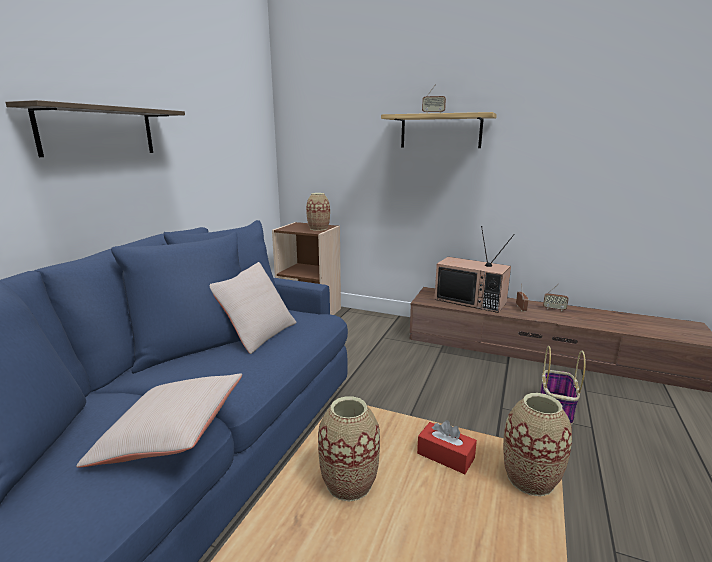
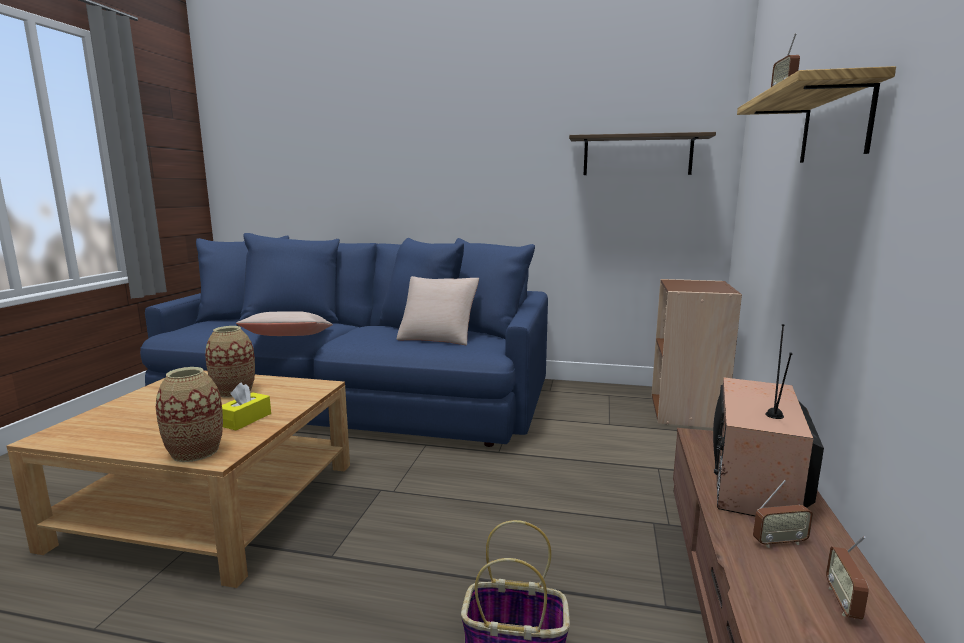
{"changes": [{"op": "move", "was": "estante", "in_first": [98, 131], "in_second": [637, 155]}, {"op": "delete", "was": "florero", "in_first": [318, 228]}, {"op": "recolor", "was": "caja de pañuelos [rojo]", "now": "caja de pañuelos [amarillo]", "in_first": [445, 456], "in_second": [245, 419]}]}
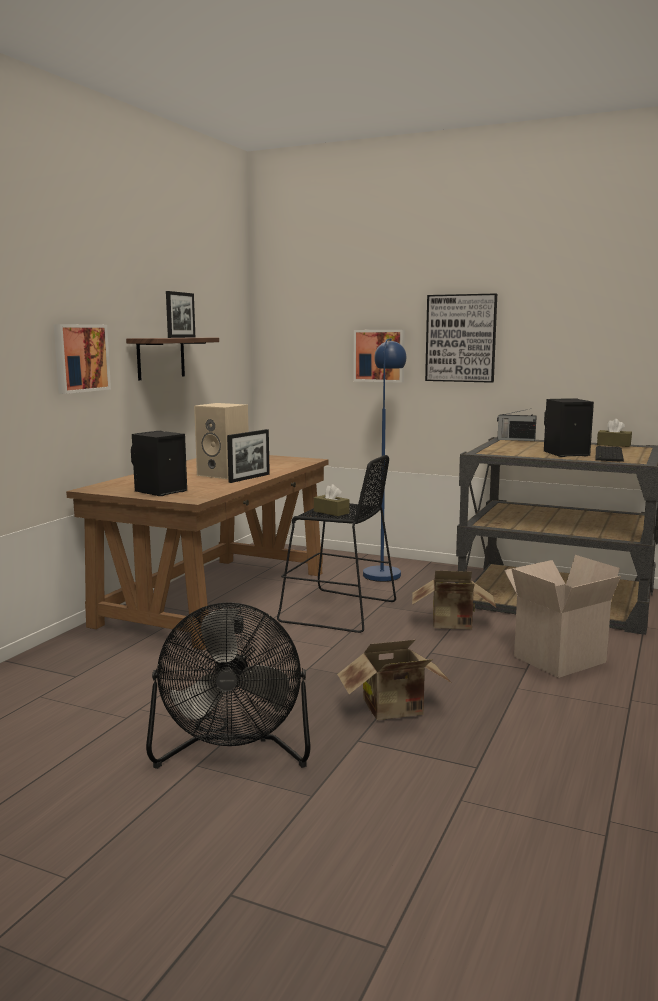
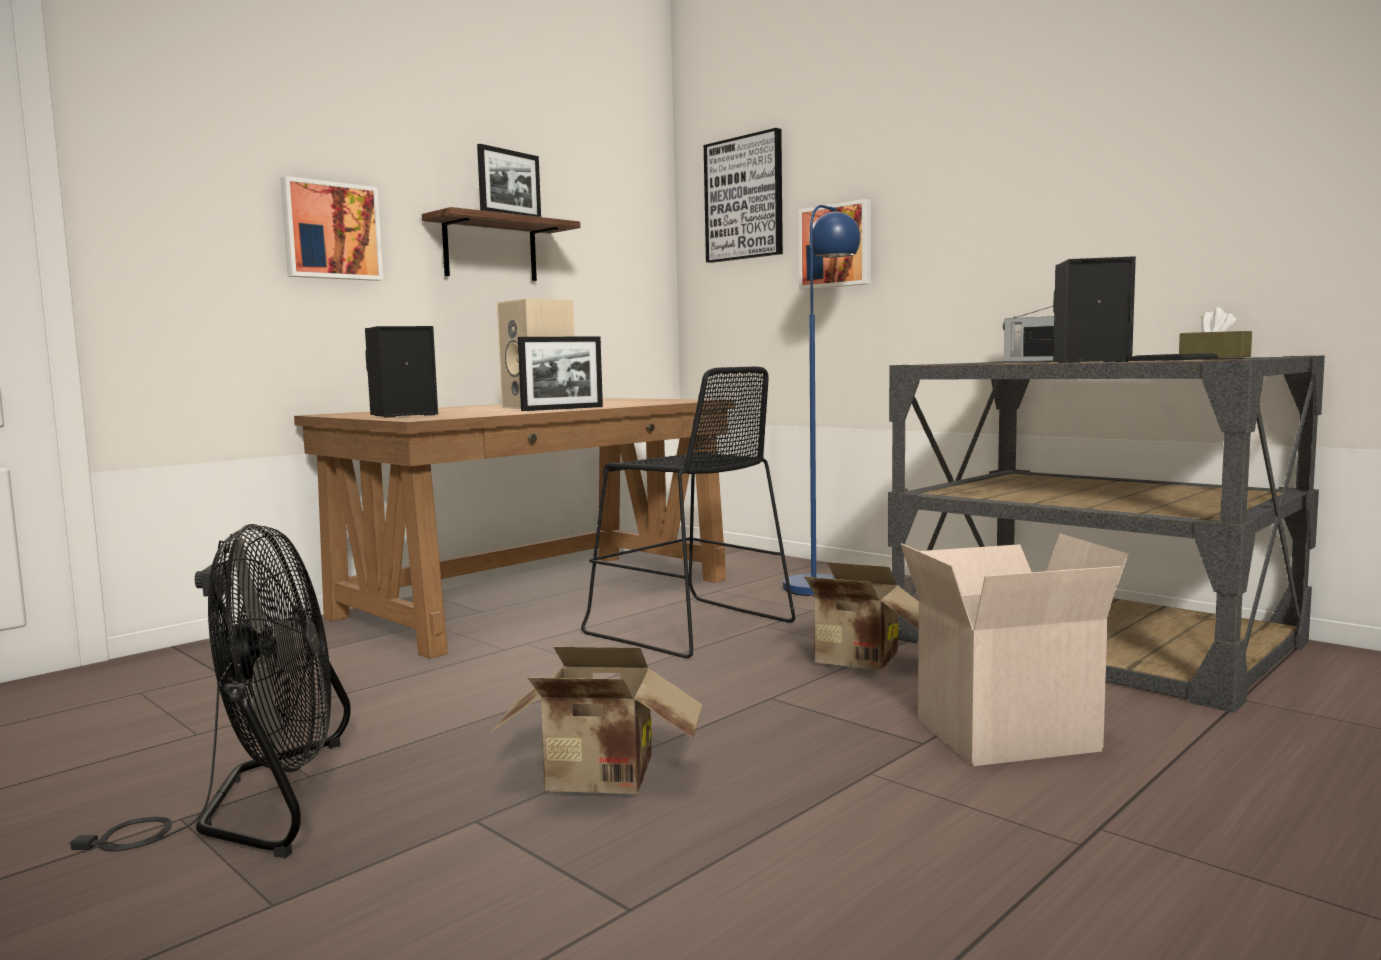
{"changes": [{"op": "rotate", "was": "ventilador [negro]", "in_first": [228, 750], "in_second": [256, 803], "clockwise": -120}, {"op": "delete", "was": "caja de pañuelos [marrón]", "in_first": [331, 512]}, {"op": "move", "was": "cuadro", "in_first": [461, 338], "in_second": [744, 198]}]}
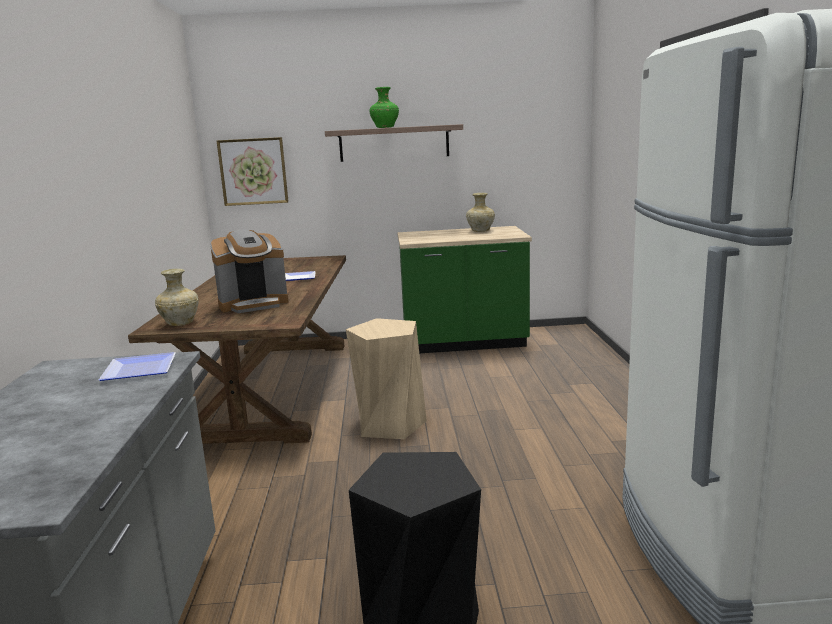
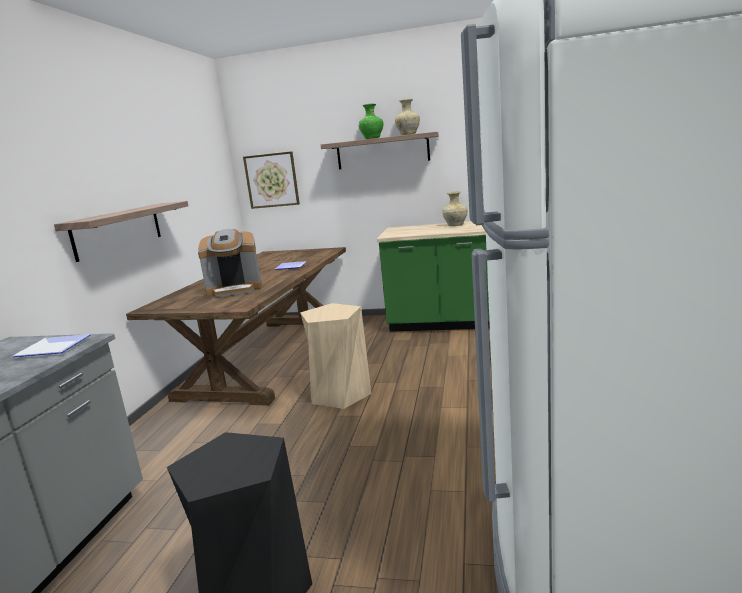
{"changes": [{"op": "move", "was": "florero [beis]", "in_first": [181, 323], "in_second": [408, 134]}, {"op": "insert", "now": "estante", "in_second": [118, 230]}]}
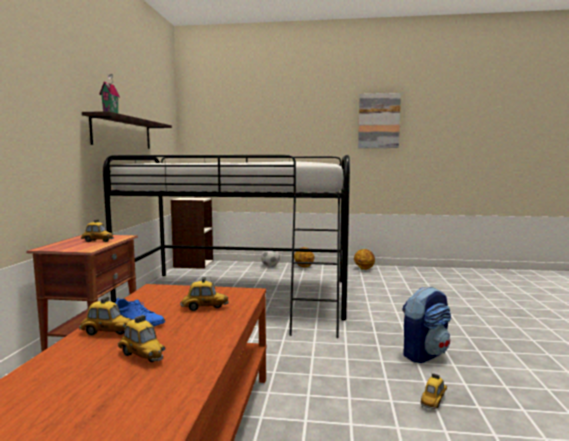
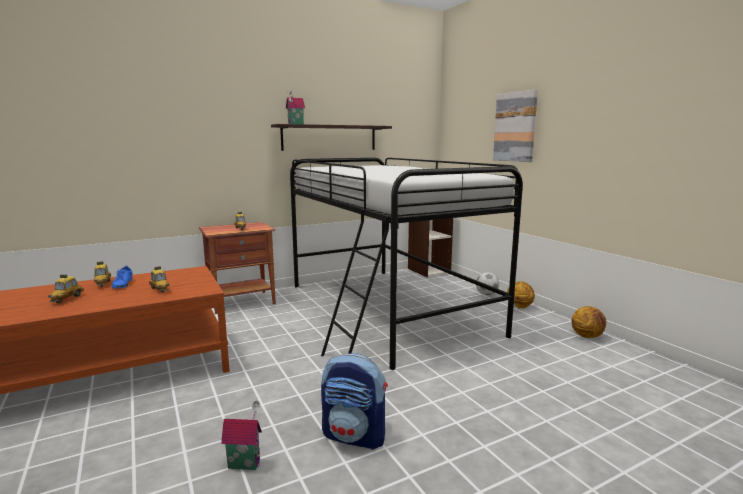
{"changes": [{"op": "move", "was": "cuadro", "in_first": [379, 121], "in_second": [515, 127]}, {"op": "replace", "was": "coche de juguete", "now": "casita", "in_first": [434, 401], "in_second": [245, 463]}]}
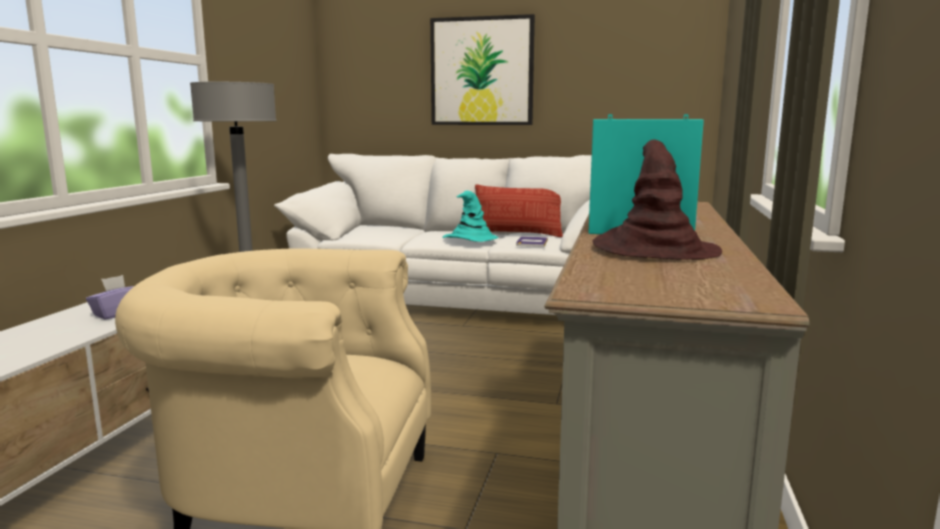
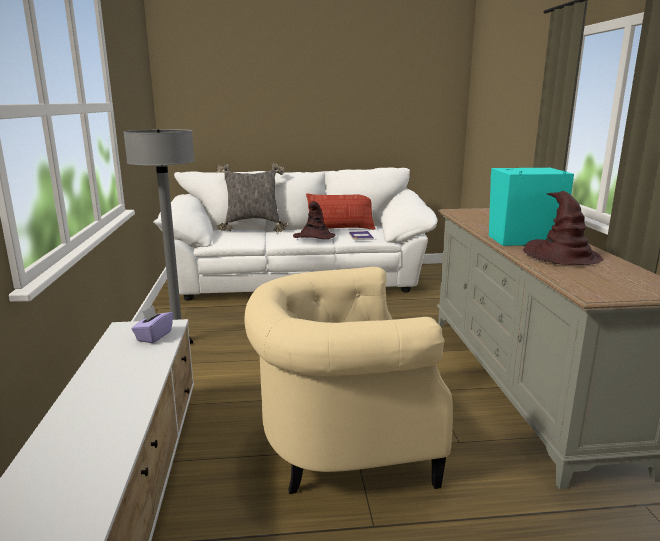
{"changes": [{"op": "delete", "was": "cuadro", "in_first": [482, 71]}, {"op": "recolor", "was": "sombrero [turquesa]", "now": "sombrero [marrón]", "in_first": [469, 239], "in_second": [314, 237]}, {"op": "insert", "now": "cojín", "in_second": [253, 230]}]}
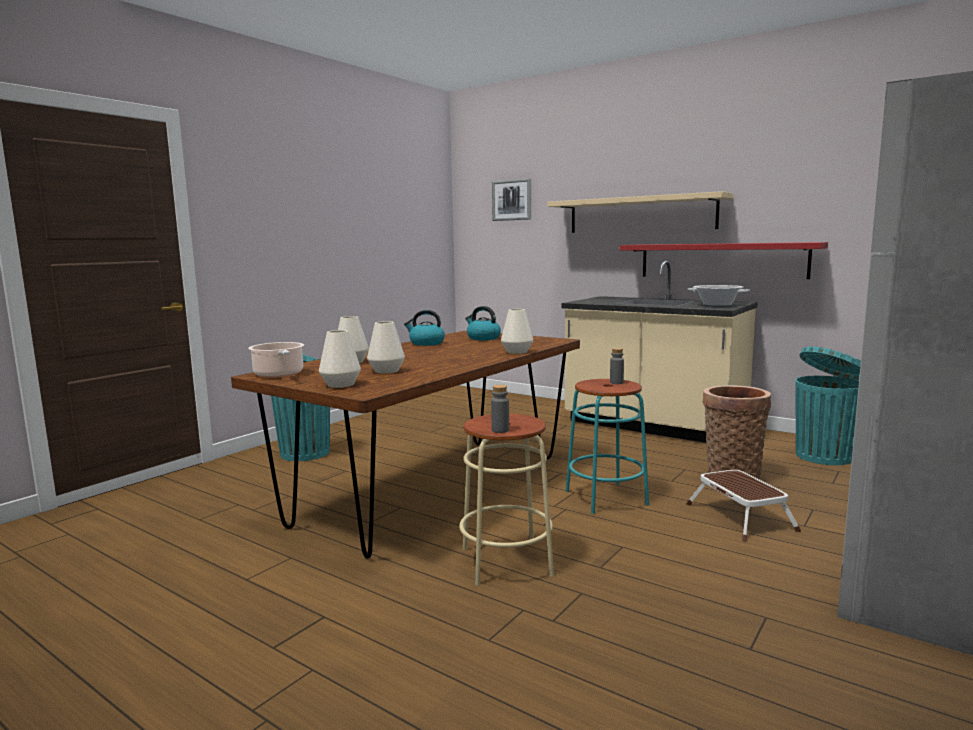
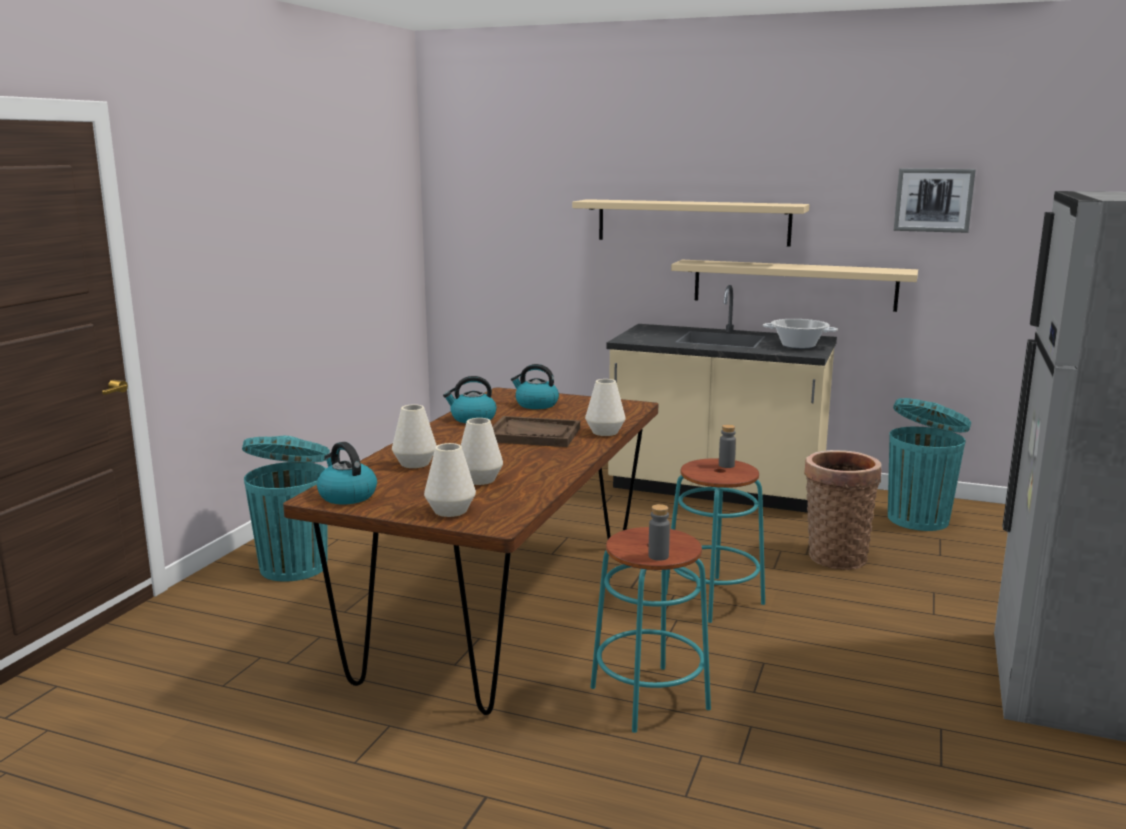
{"changes": [{"op": "replace", "was": "olla", "now": "hervidor", "in_first": [279, 375], "in_second": [346, 496]}, {"op": "recolor", "was": "taburete [beis]", "now": "taburete [turquesa]", "in_first": [506, 561], "in_second": [649, 698]}, {"op": "move", "was": "cuadro", "in_first": [512, 200], "in_second": [933, 200]}, {"op": "recolor", "was": "estante [rojo]", "now": "estante [beis]", "in_first": [721, 260], "in_second": [793, 285]}, {"op": "delete", "was": "escalera de tijera [marrón]", "in_first": [740, 517]}, {"op": "insert", "now": "bandeja [marrón]", "in_second": [534, 434]}]}
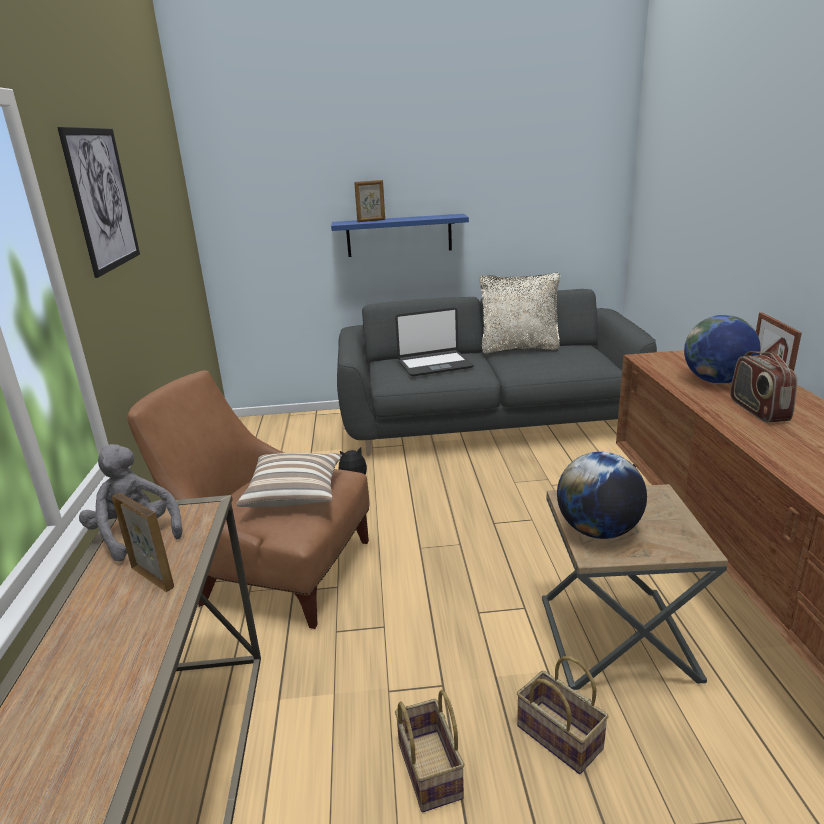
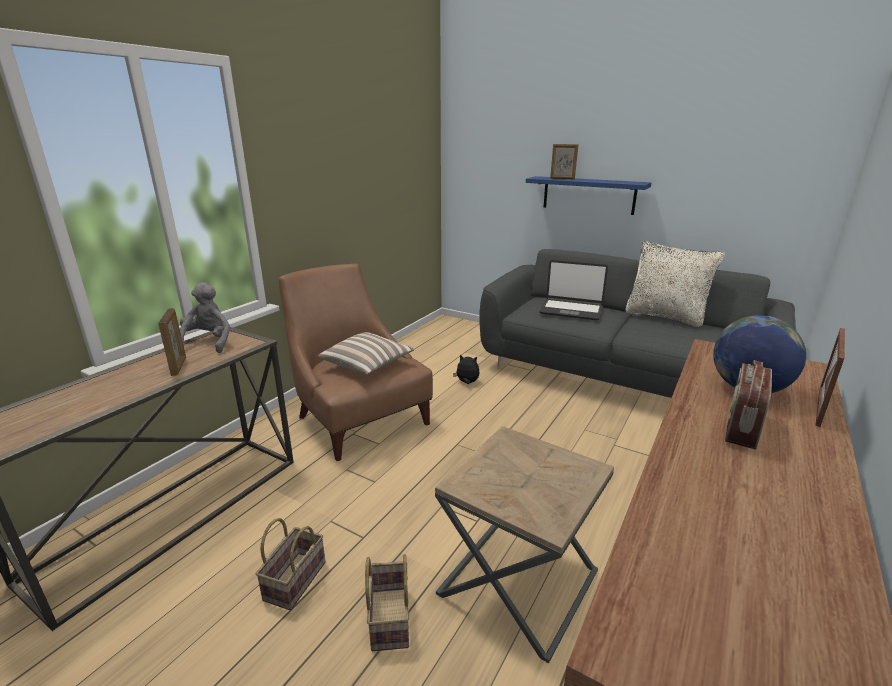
{"changes": [{"op": "delete", "was": "cuadro", "in_first": [102, 199]}, {"op": "delete", "was": "globo terráqueo", "in_first": [598, 531]}]}
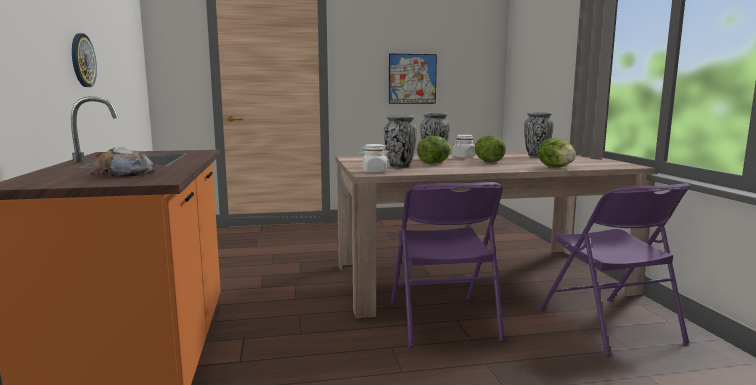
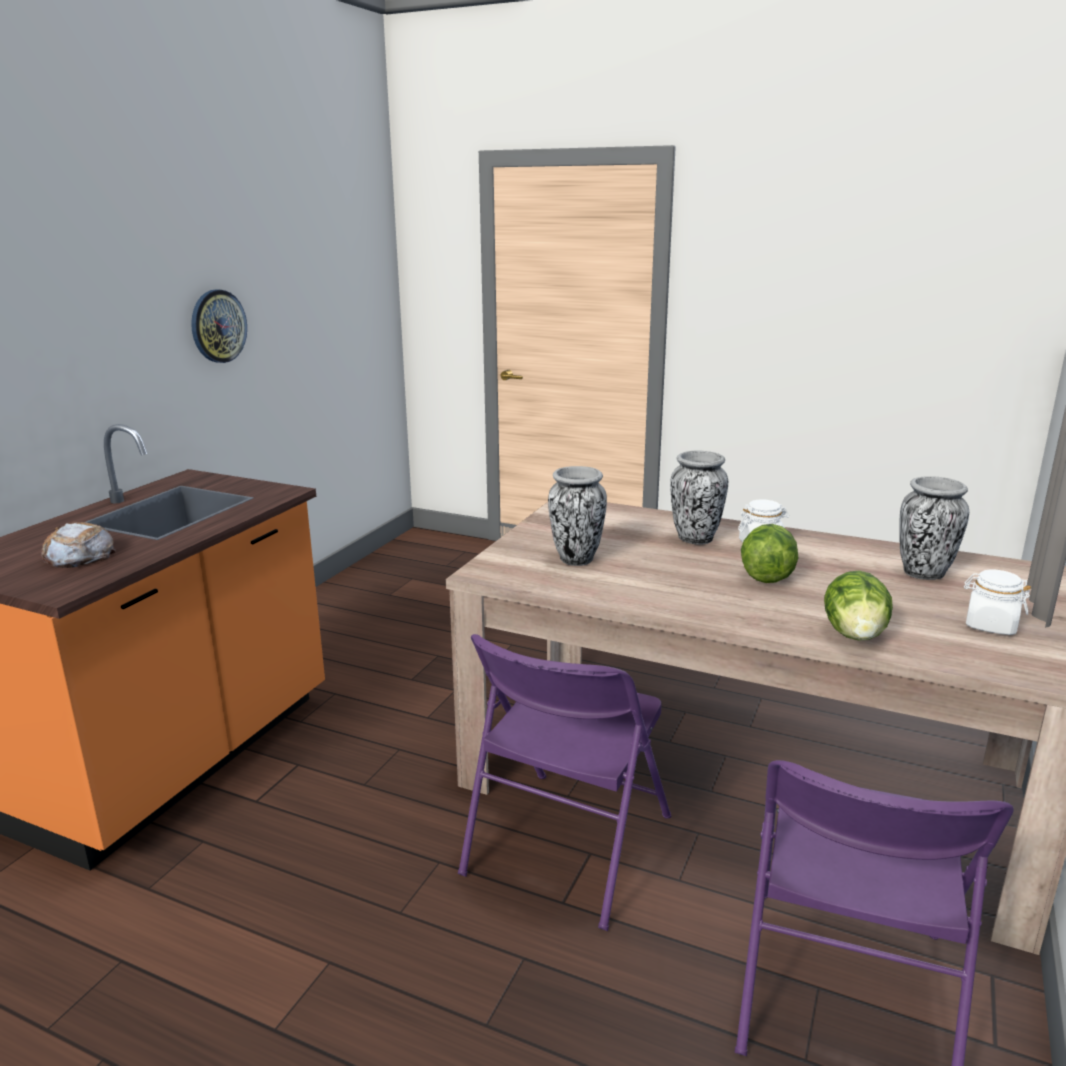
{"changes": [{"op": "move", "was": "tarro [blanco]", "in_first": [374, 172], "in_second": [990, 625]}, {"op": "delete", "was": "cuadro", "in_first": [412, 79]}, {"op": "delete", "was": "lechuga", "in_first": [434, 163]}]}
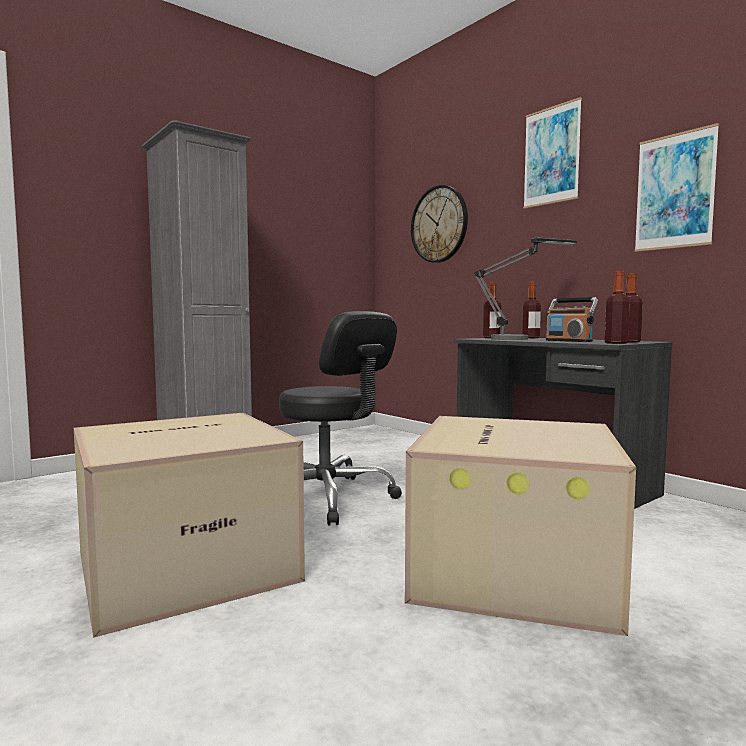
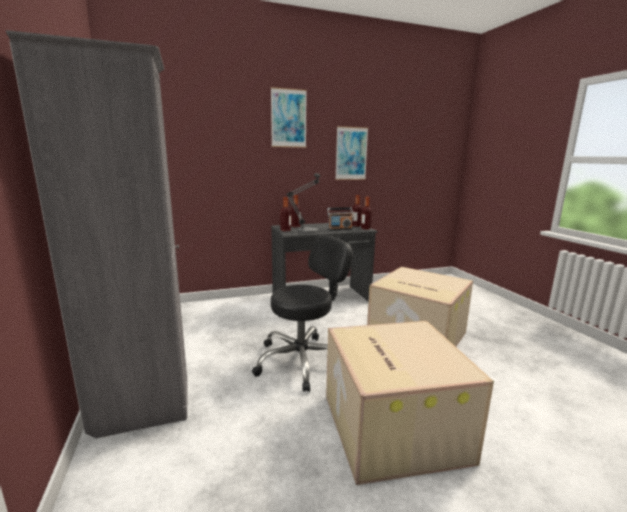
{"changes": [{"op": "delete", "was": "reloj de pared", "in_first": [439, 224]}]}
